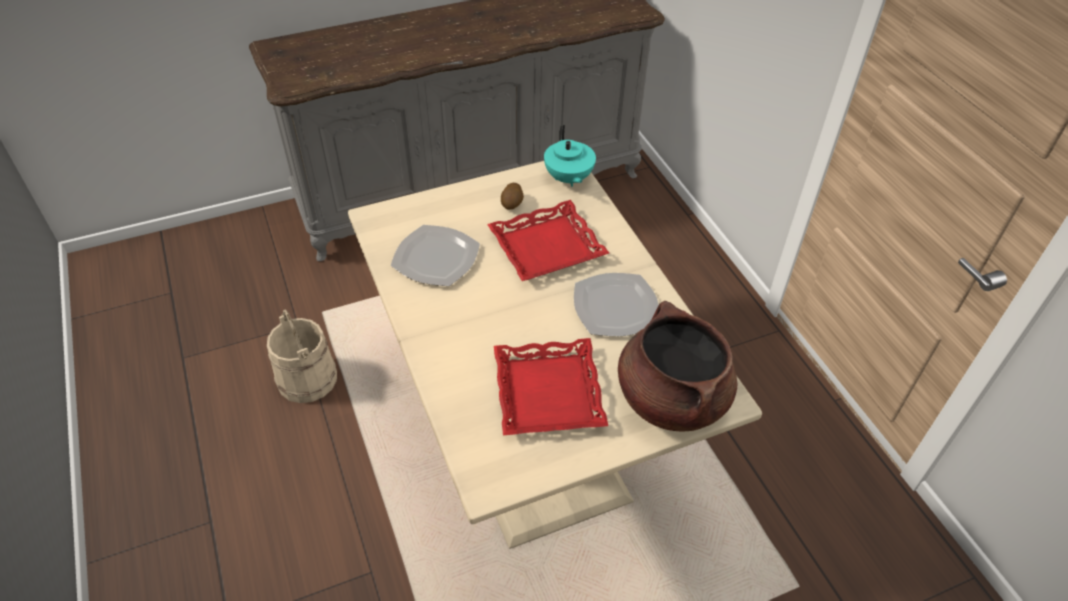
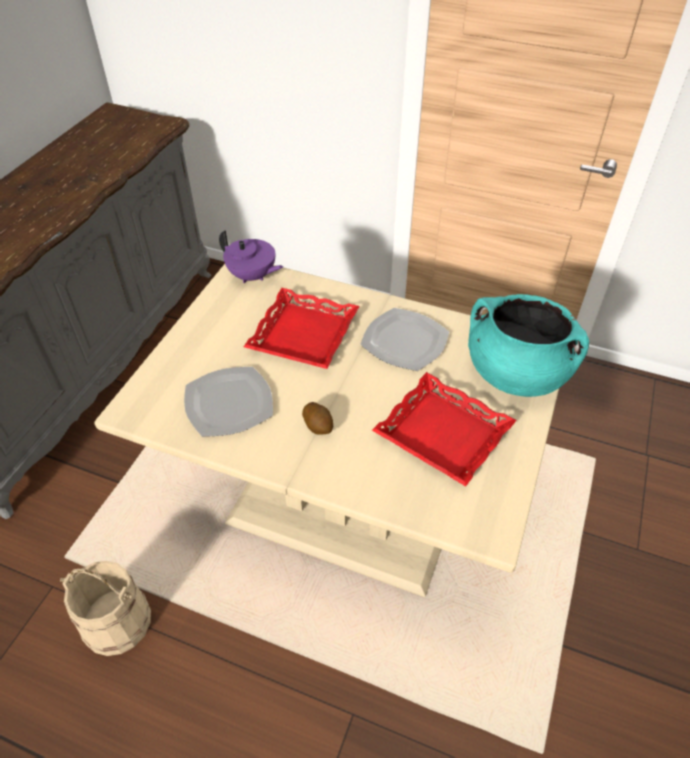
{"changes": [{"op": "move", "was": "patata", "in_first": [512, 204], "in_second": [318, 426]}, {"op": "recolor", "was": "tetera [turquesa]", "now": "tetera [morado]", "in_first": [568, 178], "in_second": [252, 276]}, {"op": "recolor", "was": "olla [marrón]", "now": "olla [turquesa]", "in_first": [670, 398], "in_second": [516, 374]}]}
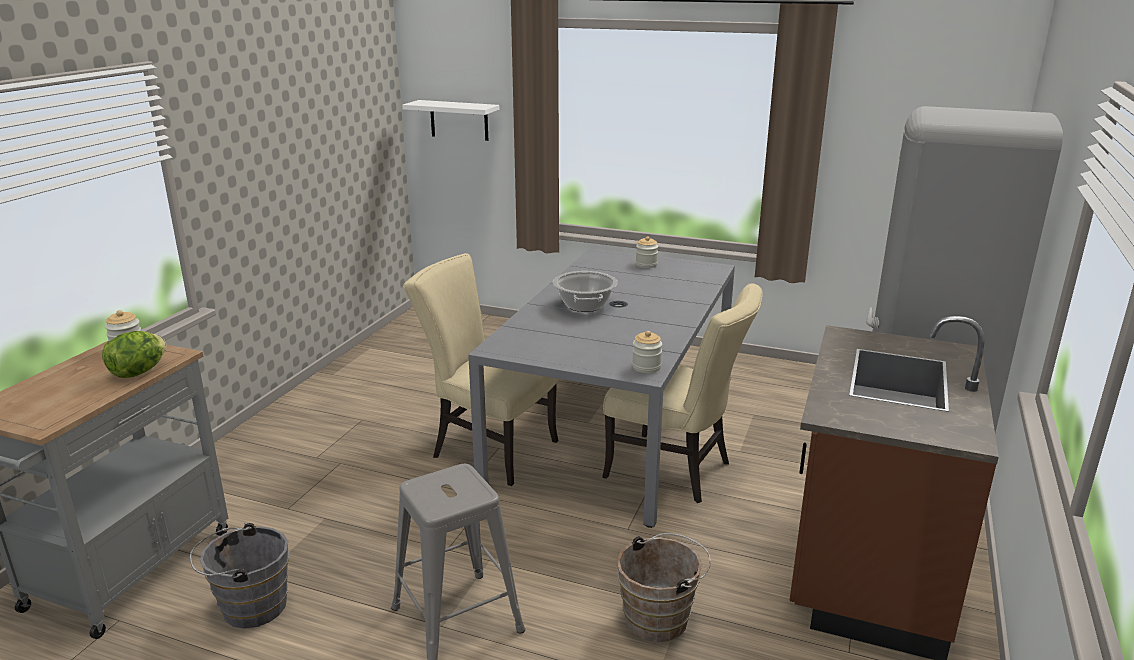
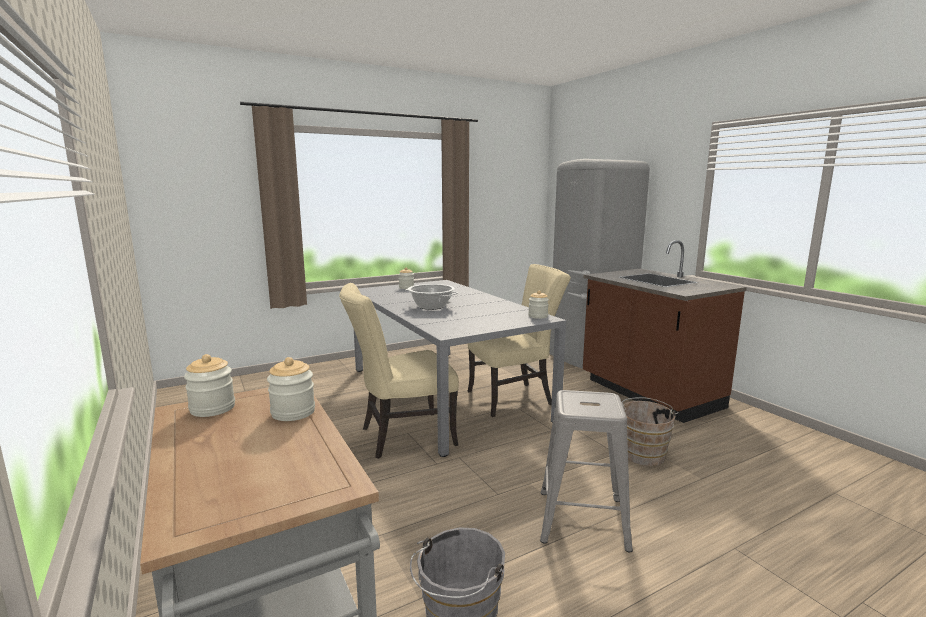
{"changes": [{"op": "replace", "was": "lechuga", "now": "tarro", "in_first": [138, 372], "in_second": [293, 412]}, {"op": "delete", "was": "estante [blanco]", "in_first": [459, 120]}]}
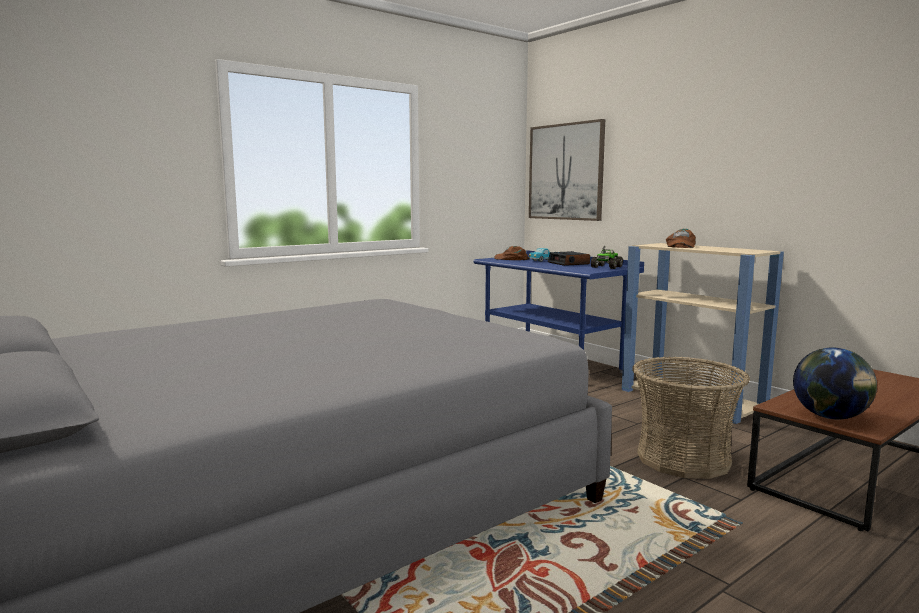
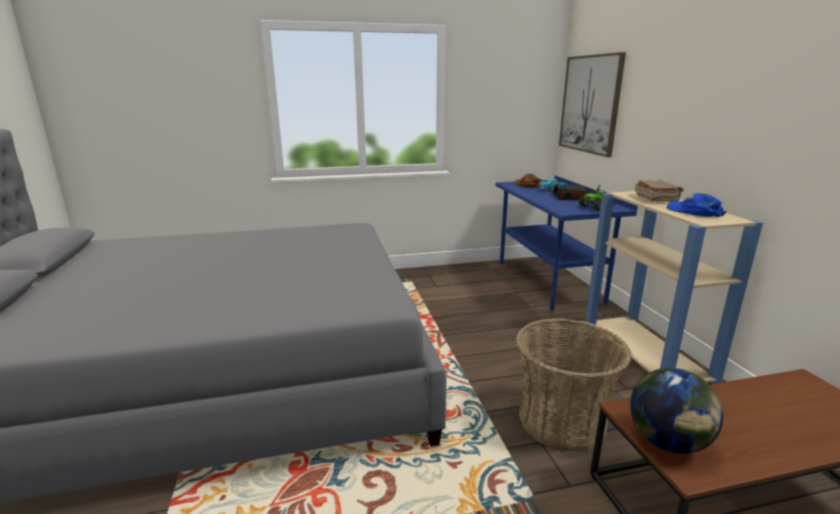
{"changes": [{"op": "replace", "was": "gorra [marrón]", "now": "libro [marrón]", "in_first": [680, 246], "in_second": [656, 198]}, {"op": "insert", "now": "gorra [azul]", "in_second": [695, 211]}]}
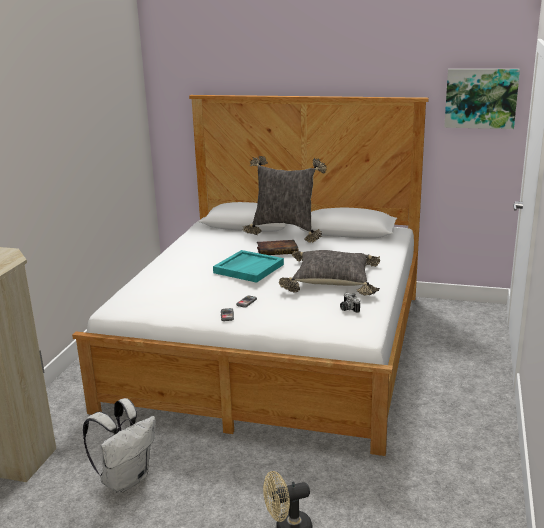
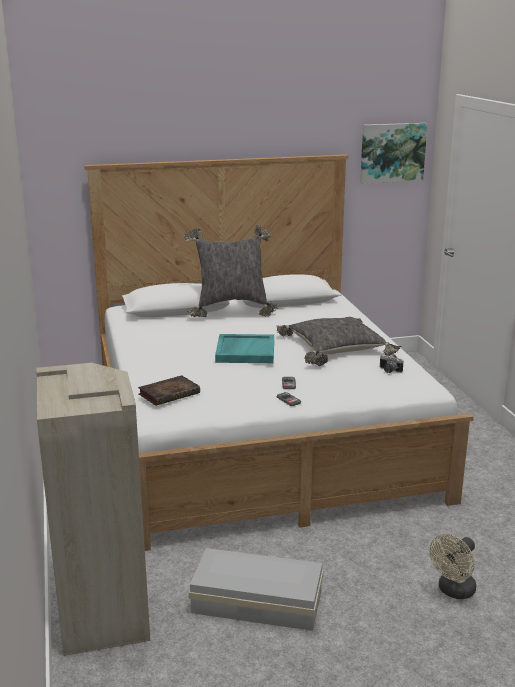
{"changes": [{"op": "replace", "was": "mochila [blanco]", "now": "caja de almacenaje [blanco]", "in_first": [126, 479], "in_second": [255, 600]}, {"op": "move", "was": "libro", "in_first": [278, 250], "in_second": [170, 393]}]}
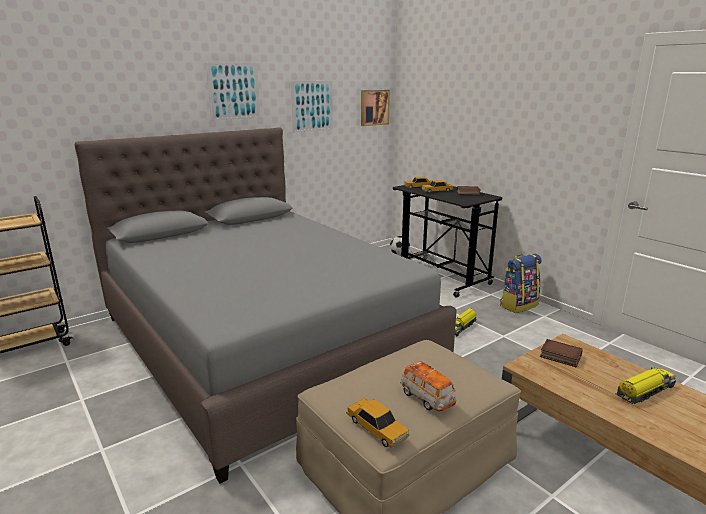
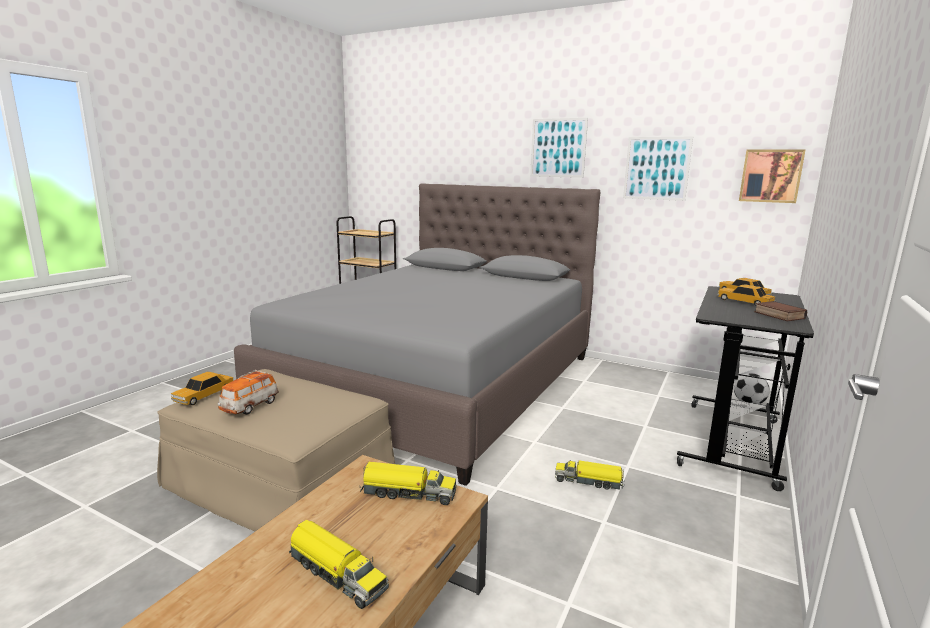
{"changes": [{"op": "delete", "was": "mochila", "in_first": [518, 305]}, {"op": "replace", "was": "libro", "now": "camión de juguete", "in_first": [559, 356], "in_second": [407, 493]}]}
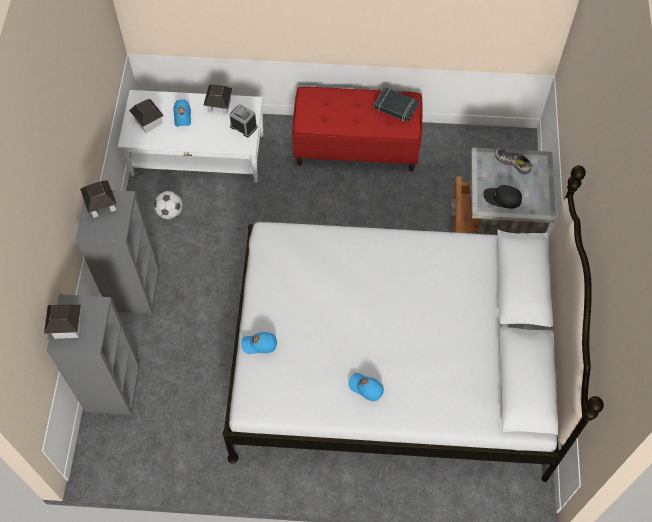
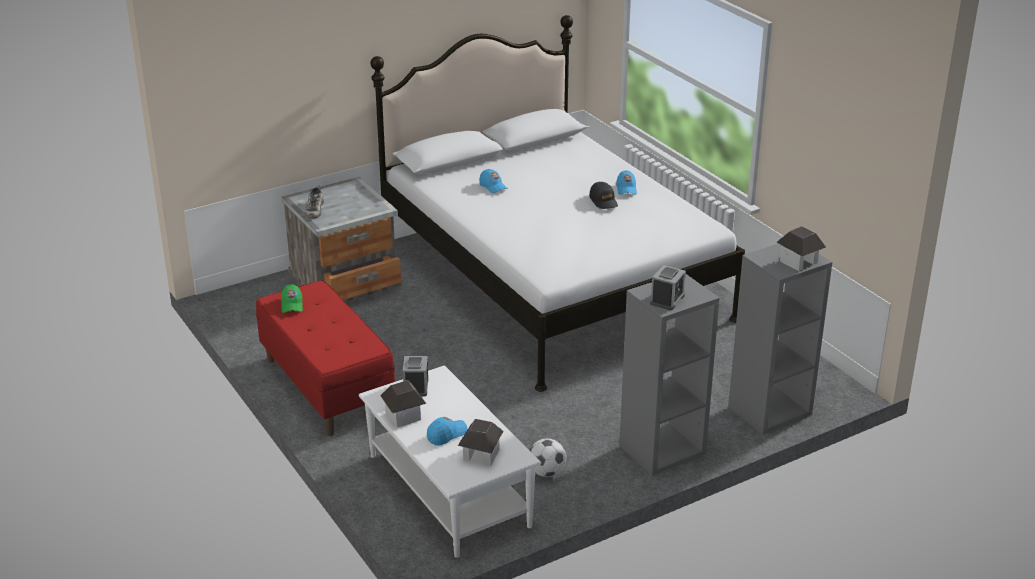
{"changes": [{"op": "replace", "was": "casita", "now": "despertador", "in_first": [101, 205], "in_second": [667, 299]}, {"op": "move", "was": "gorra [azul]", "in_first": [259, 344], "in_second": [493, 187]}, {"op": "replace", "was": "libro [negro]", "now": "gorra [verde]", "in_first": [395, 107], "in_second": [292, 305]}, {"op": "move", "was": "gorra [negro]", "in_first": [502, 198], "in_second": [603, 201]}]}
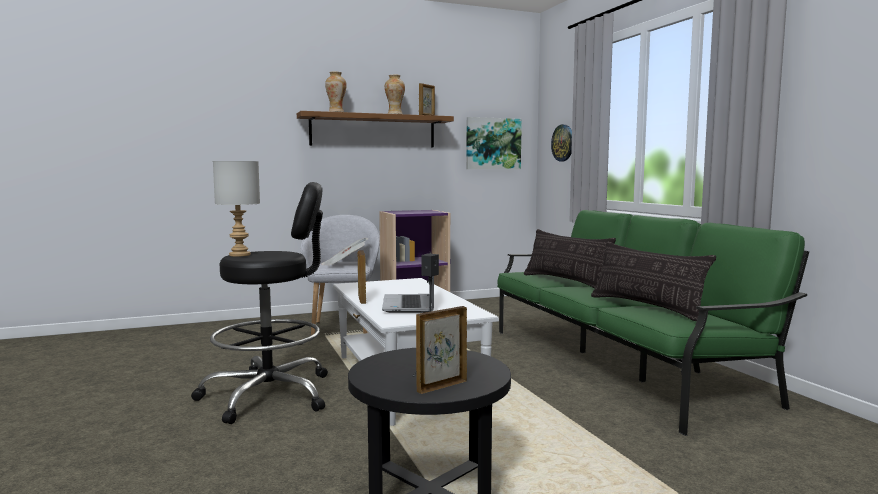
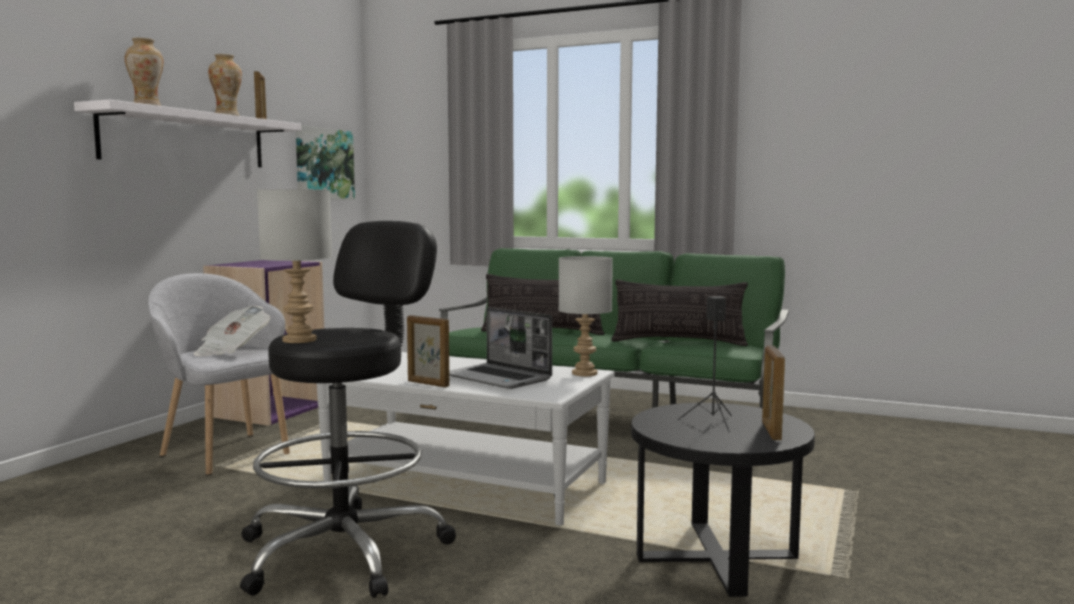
{"changes": [{"op": "recolor", "was": "estante [marrón]", "now": "estante [blanco]", "in_first": [373, 131], "in_second": [186, 139]}, {"op": "delete", "was": "reloj de pared", "in_first": [563, 143]}, {"op": "insert", "now": "lámpara de mesa [gris]", "in_second": [584, 373]}]}
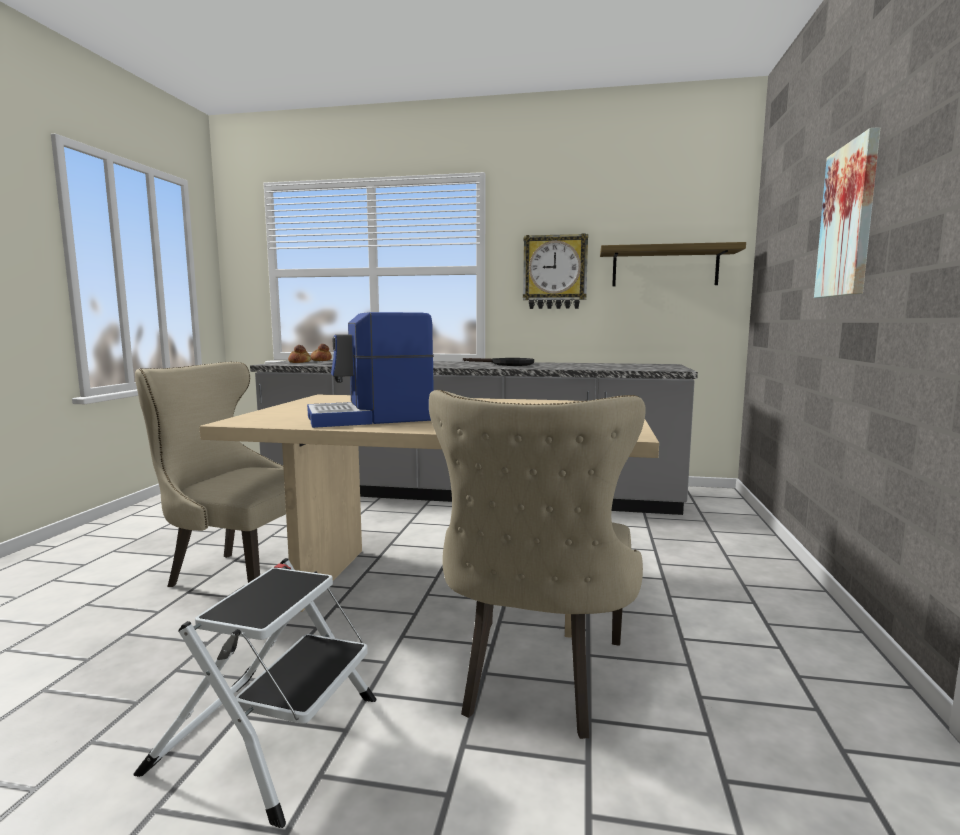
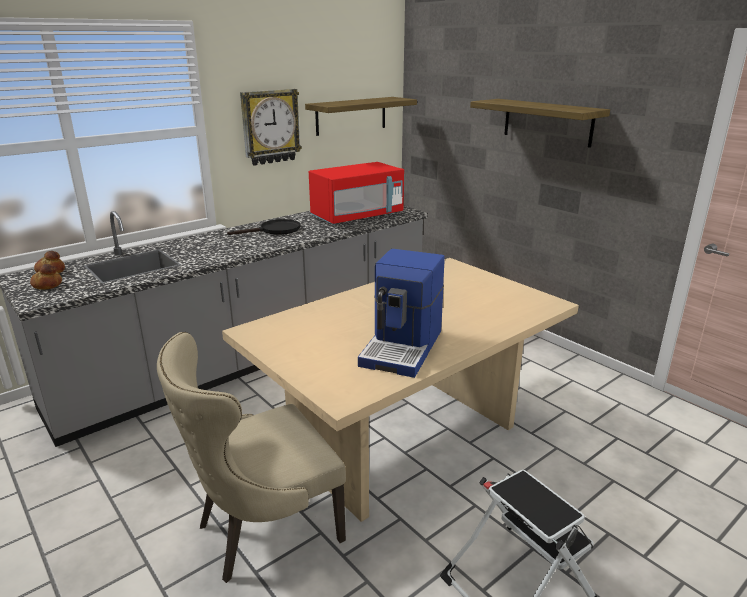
{"changes": [{"op": "delete", "was": "silla [beis]", "in_first": [537, 677]}, {"op": "replace", "was": "cuadro", "now": "estante", "in_first": [848, 221], "in_second": [547, 122]}, {"op": "insert", "now": "microondas [rojo]", "in_second": [357, 216]}]}
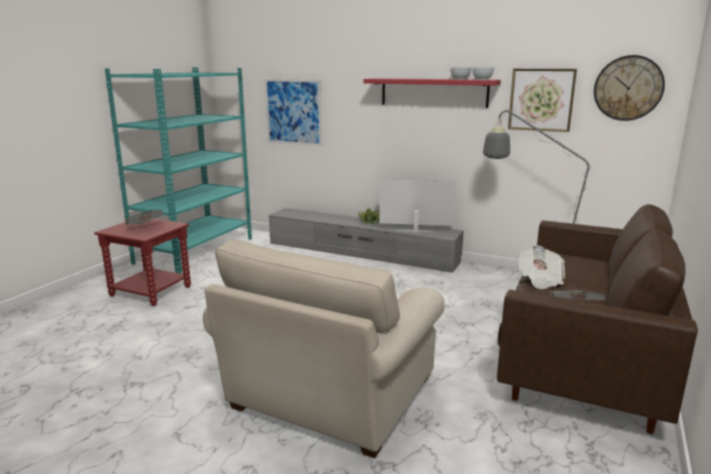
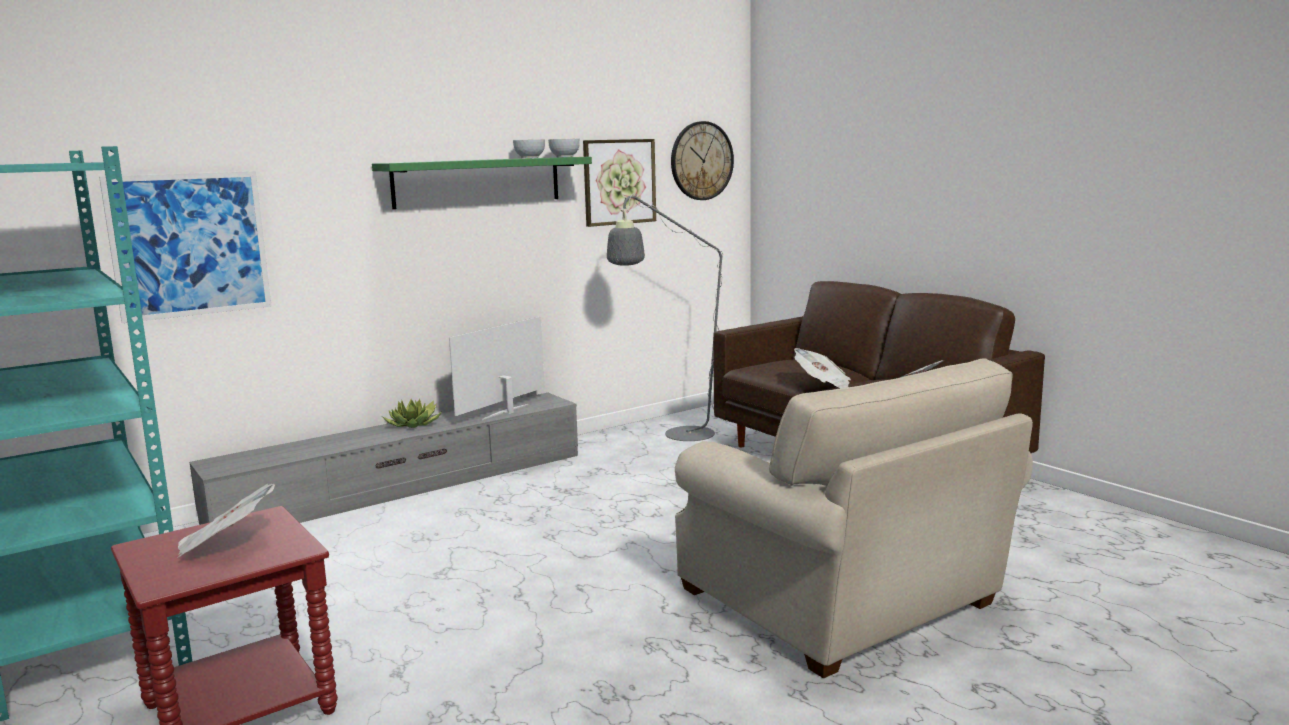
{"changes": [{"op": "recolor", "was": "estante [rojo]", "now": "estante [verde]", "in_first": [433, 92], "in_second": [477, 182]}]}
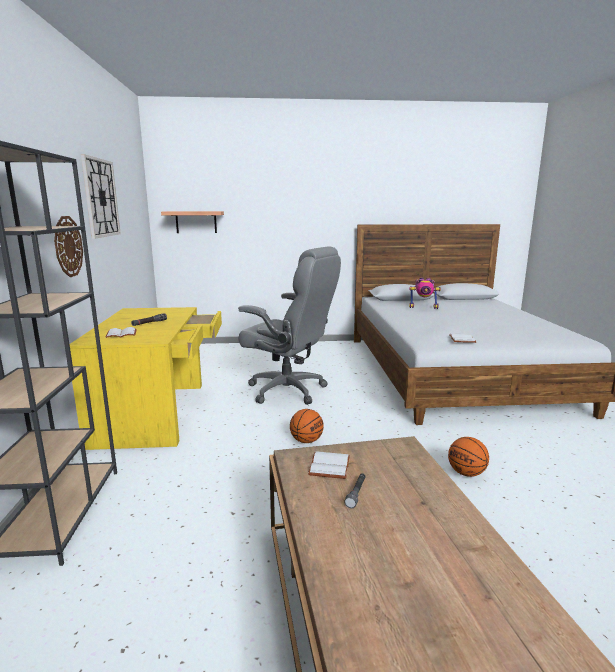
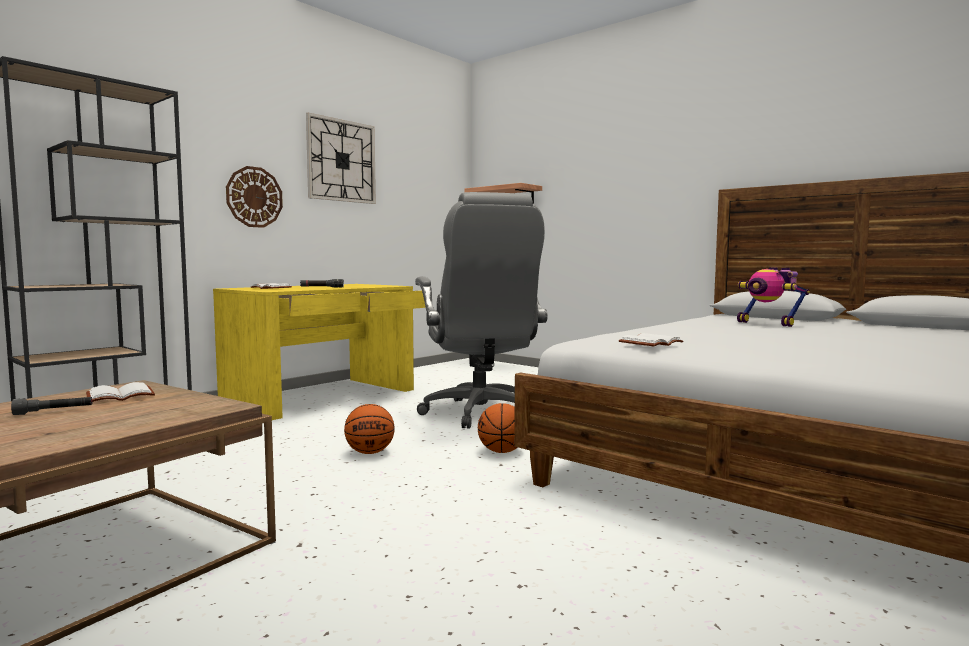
{"changes": [{"op": "move", "was": "balón de baloncesto", "in_first": [466, 473], "in_second": [501, 451]}]}
